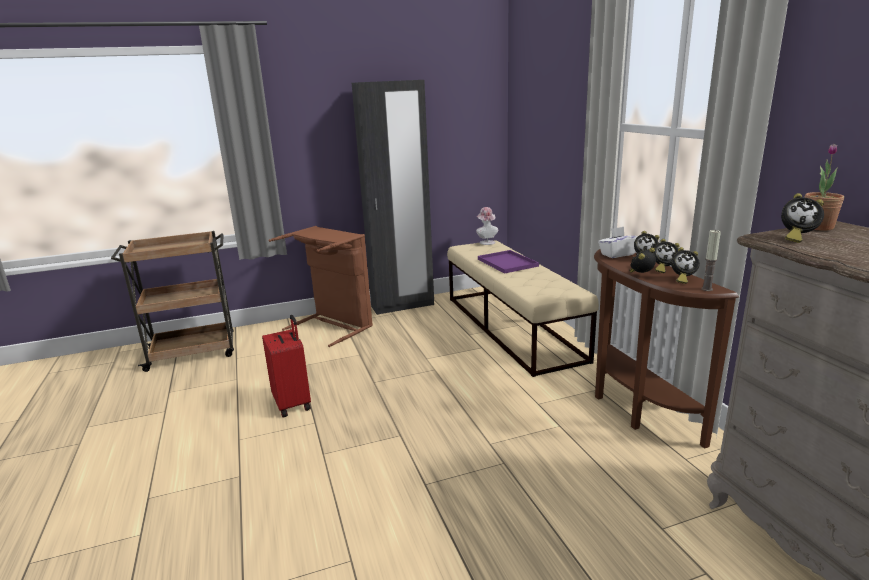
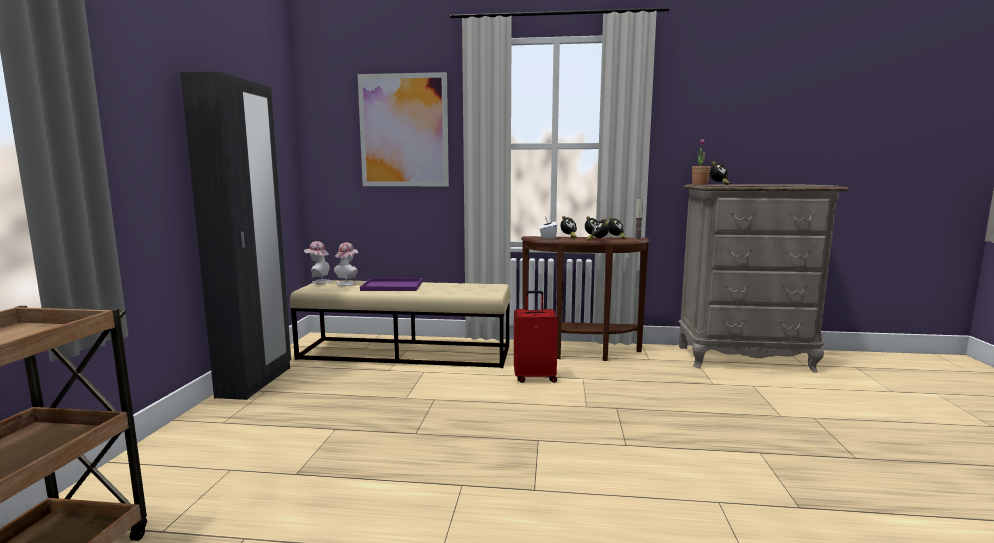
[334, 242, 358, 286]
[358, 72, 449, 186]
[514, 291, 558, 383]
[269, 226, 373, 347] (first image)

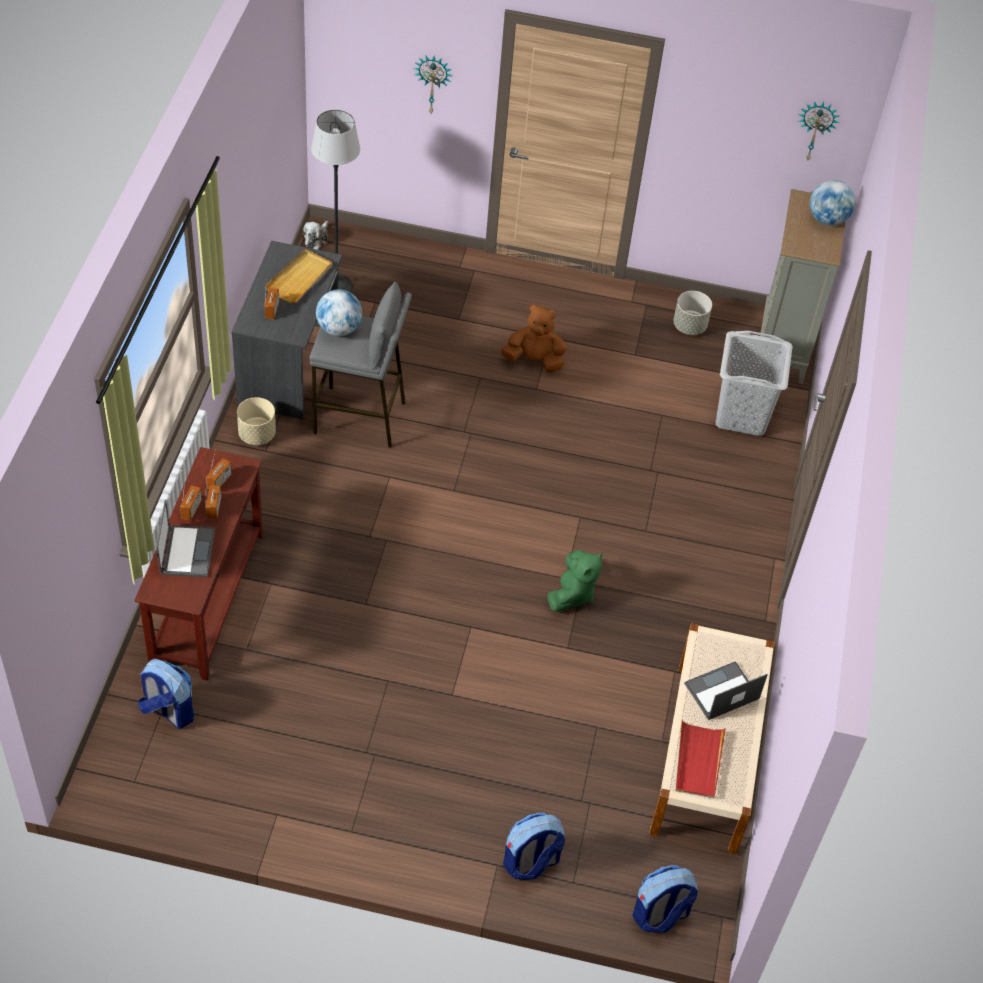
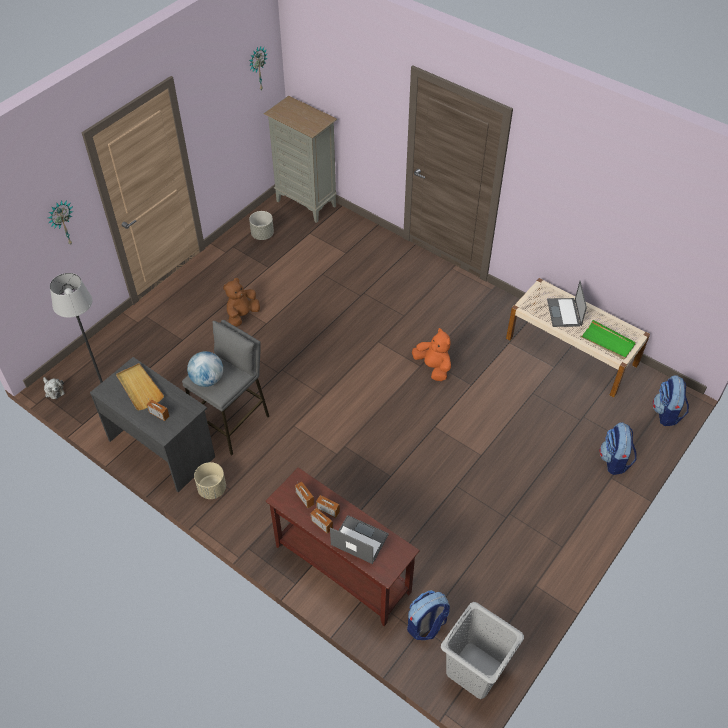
[412, 328, 451, 381]
[441, 602, 524, 699]
[580, 320, 636, 359]
[810, 180, 855, 226] (first image)

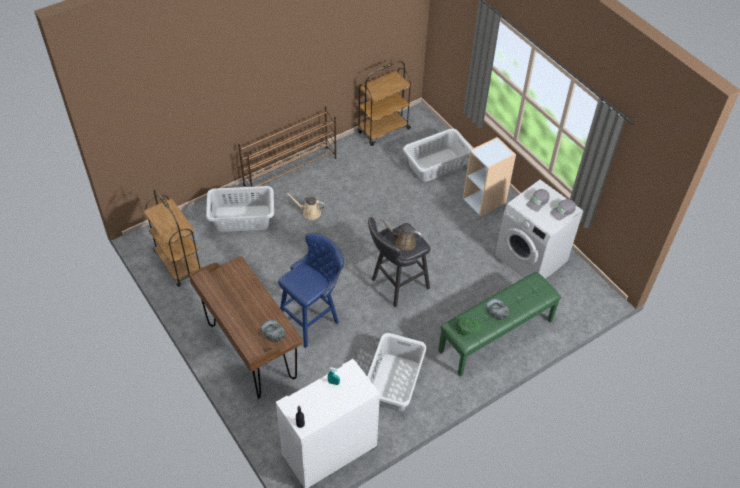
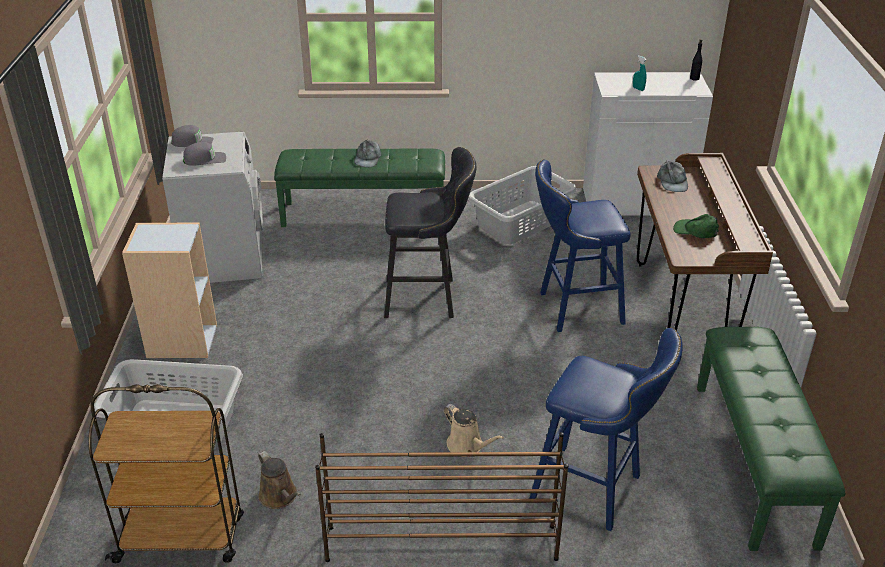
[258, 451, 301, 509]
[529, 328, 683, 531]
[673, 214, 719, 238]
[697, 327, 845, 551]

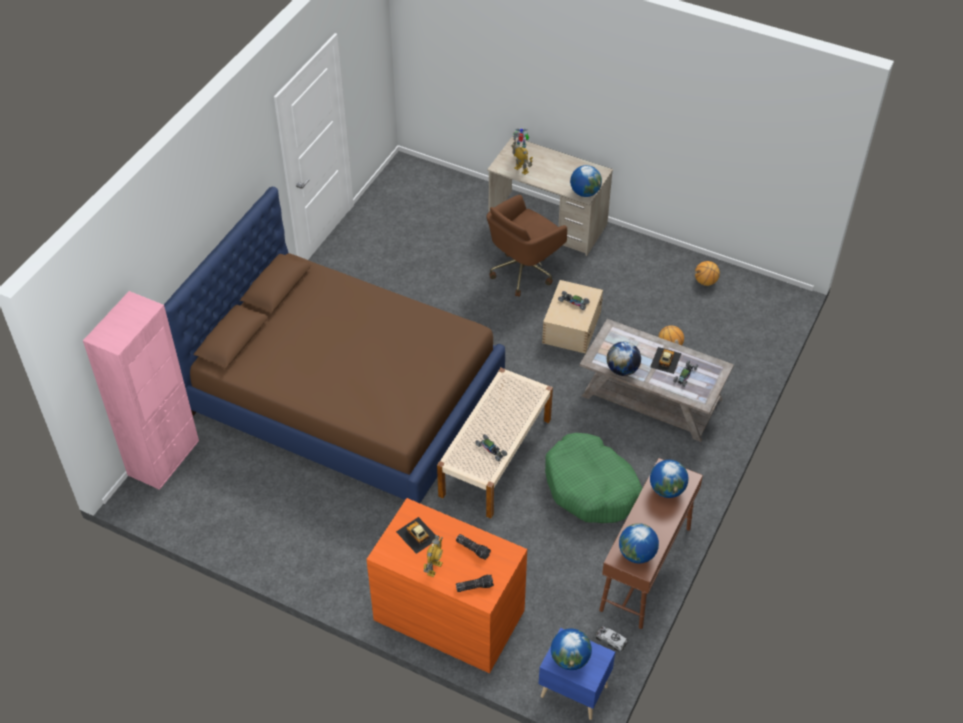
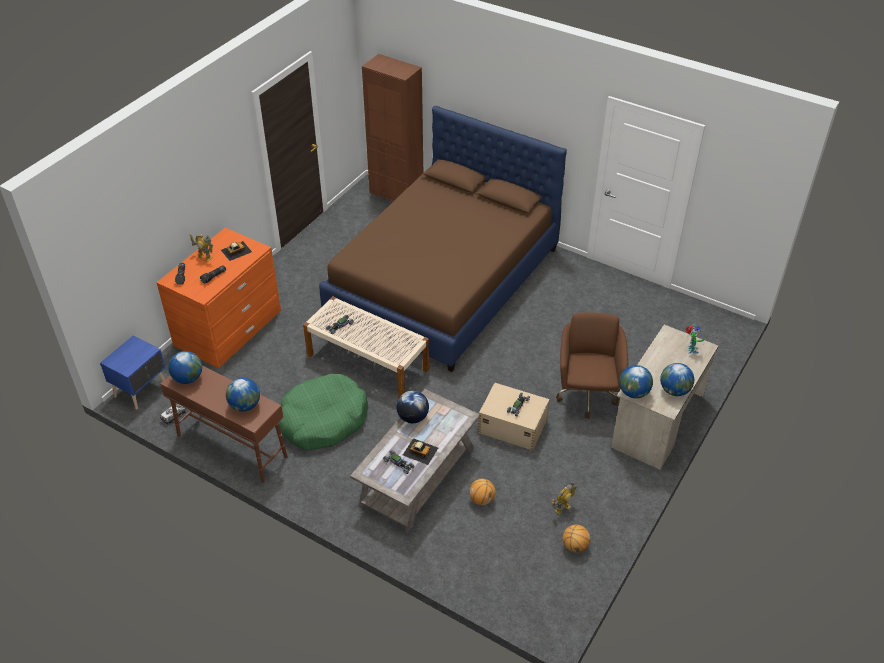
[362, 54, 423, 202]
[551, 481, 577, 515]
[556, 313, 628, 418]
[660, 363, 694, 396]

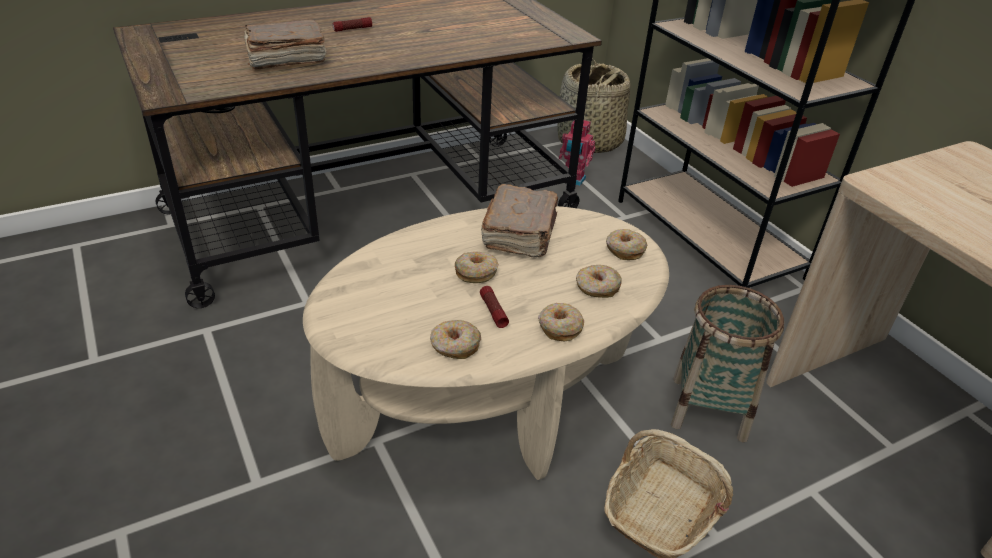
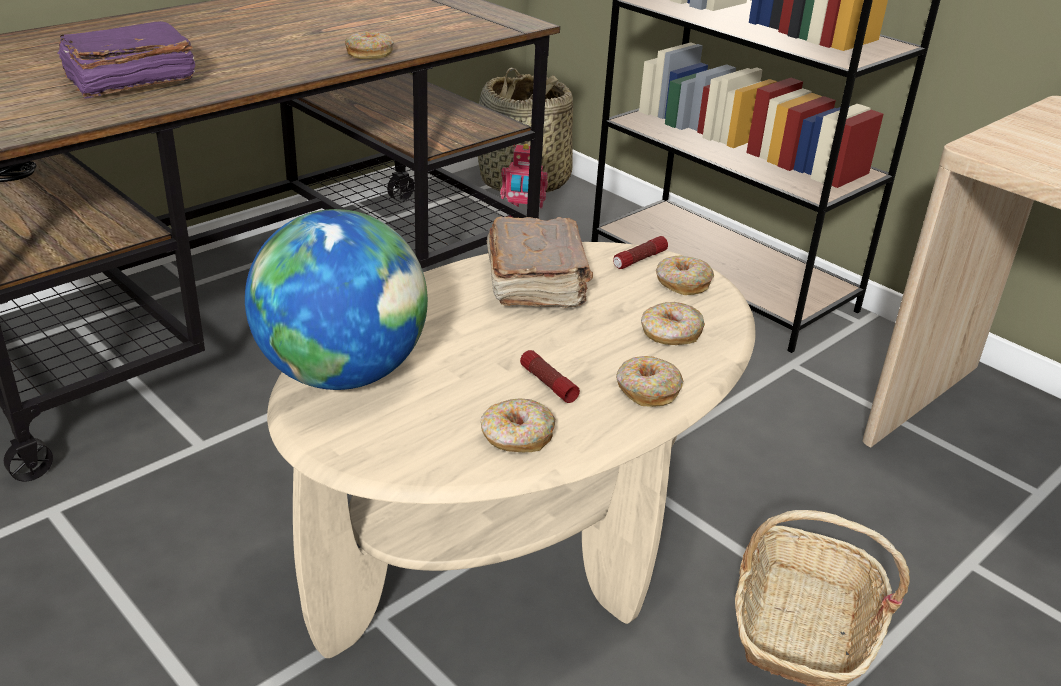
[58, 21, 195, 99]
[245, 209, 428, 390]
[345, 32, 394, 59]
[613, 236, 668, 269]
[671, 285, 784, 442] (first image)

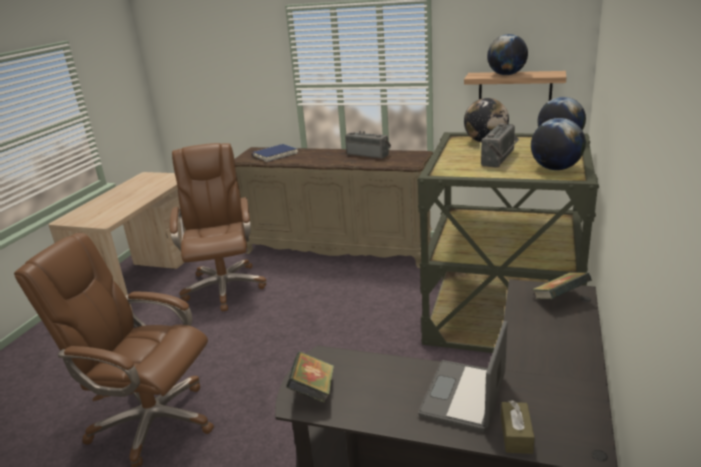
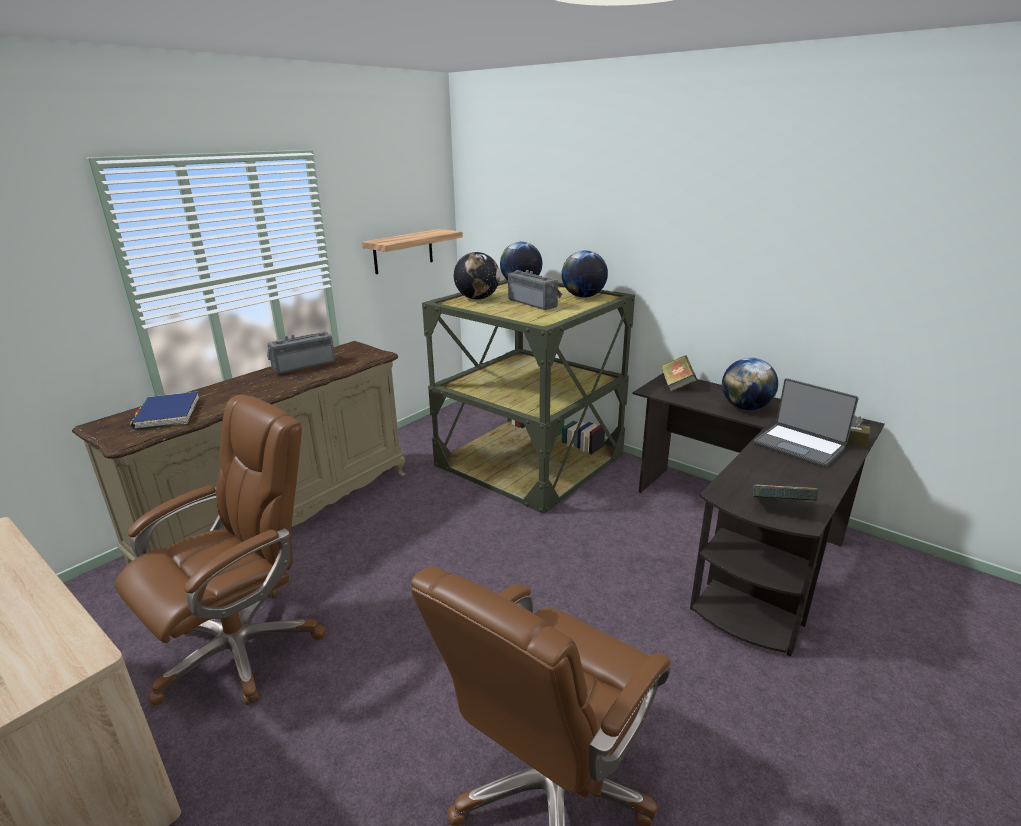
[115, 394, 325, 706]
[722, 358, 778, 410]

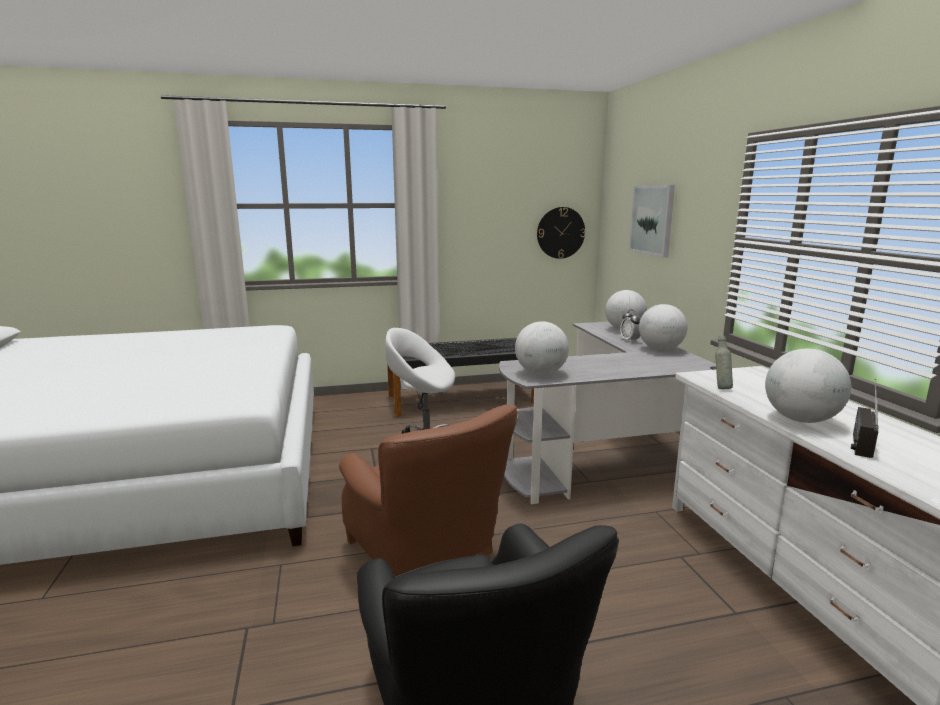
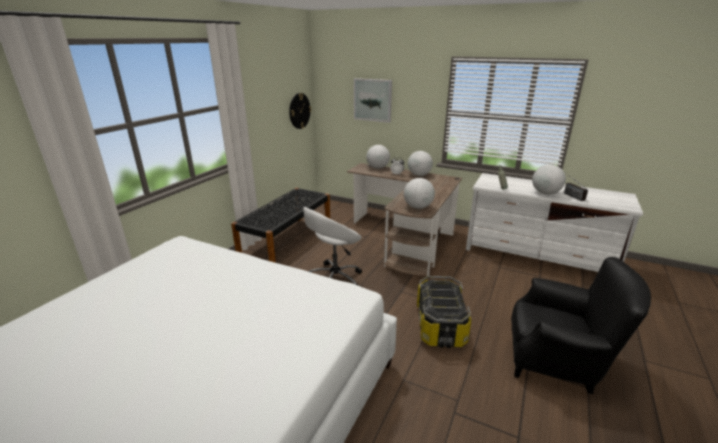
[347, 163, 462, 276]
[417, 276, 471, 348]

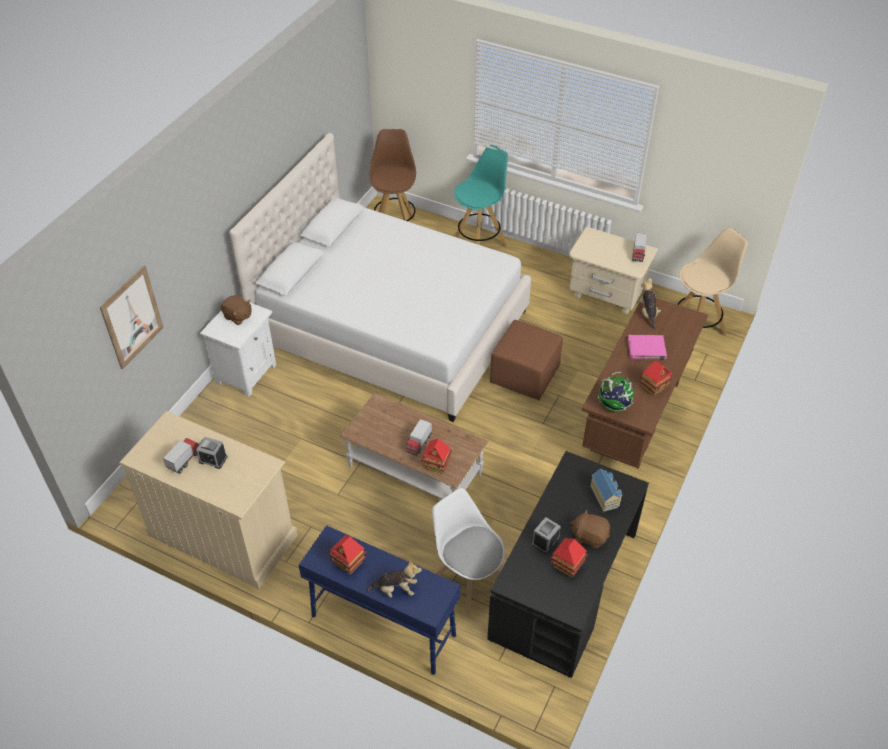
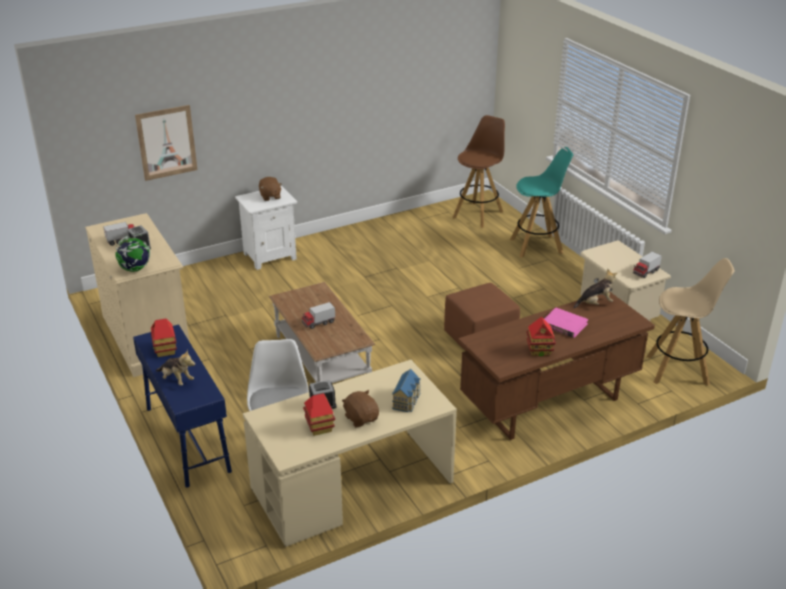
[115, 234, 150, 272]
[243, 360, 457, 547]
[574, 269, 617, 308]
[229, 133, 531, 422] (first image)
[421, 439, 452, 474] (first image)

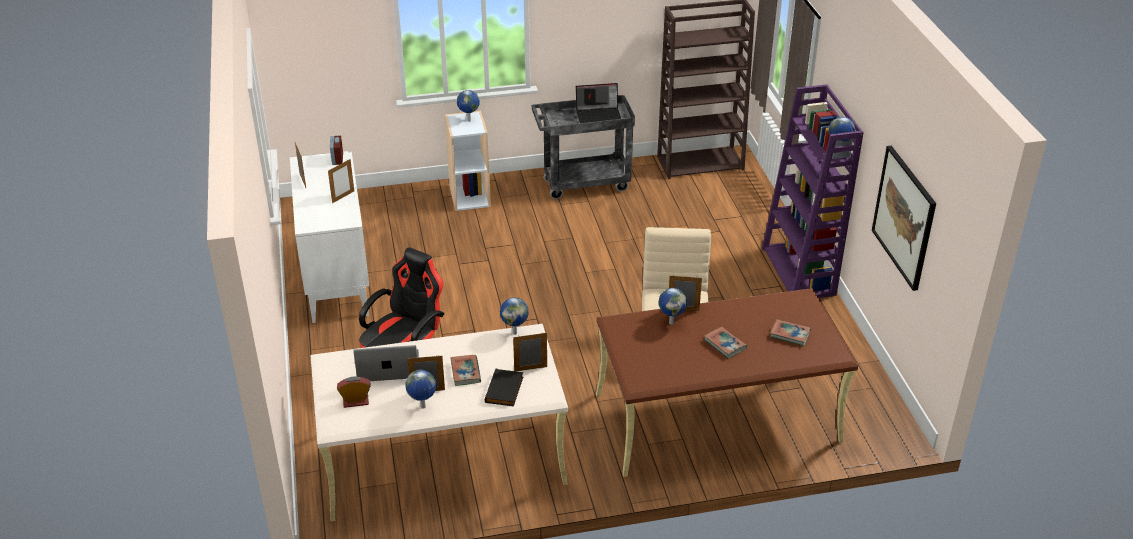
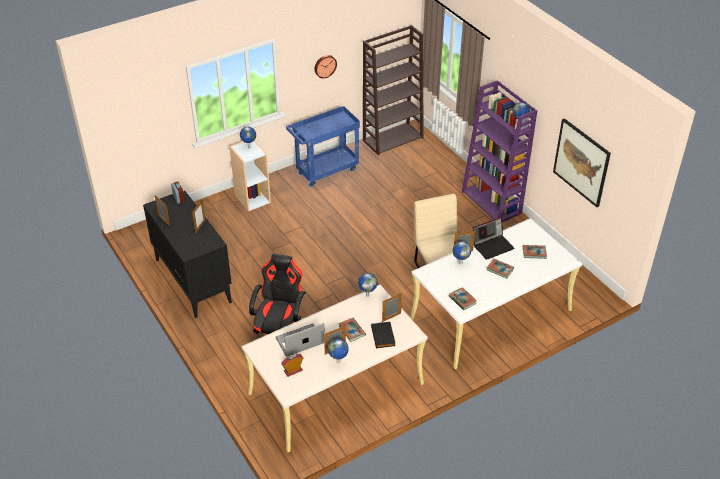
[143, 190, 232, 318]
[286, 106, 360, 187]
[315, 55, 337, 78]
[410, 218, 582, 369]
[449, 287, 477, 310]
[473, 217, 515, 260]

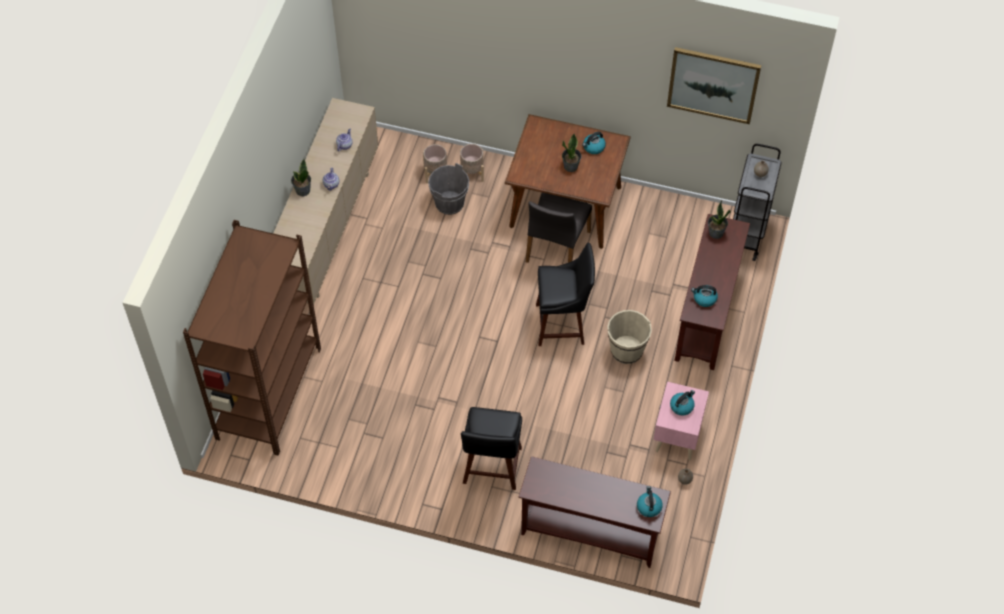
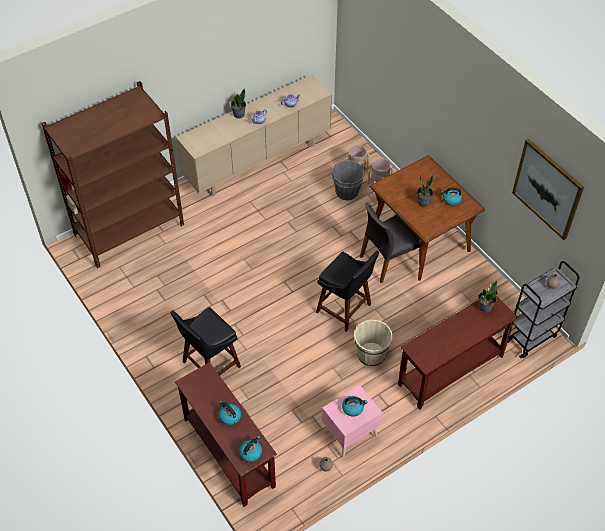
[219, 401, 241, 425]

